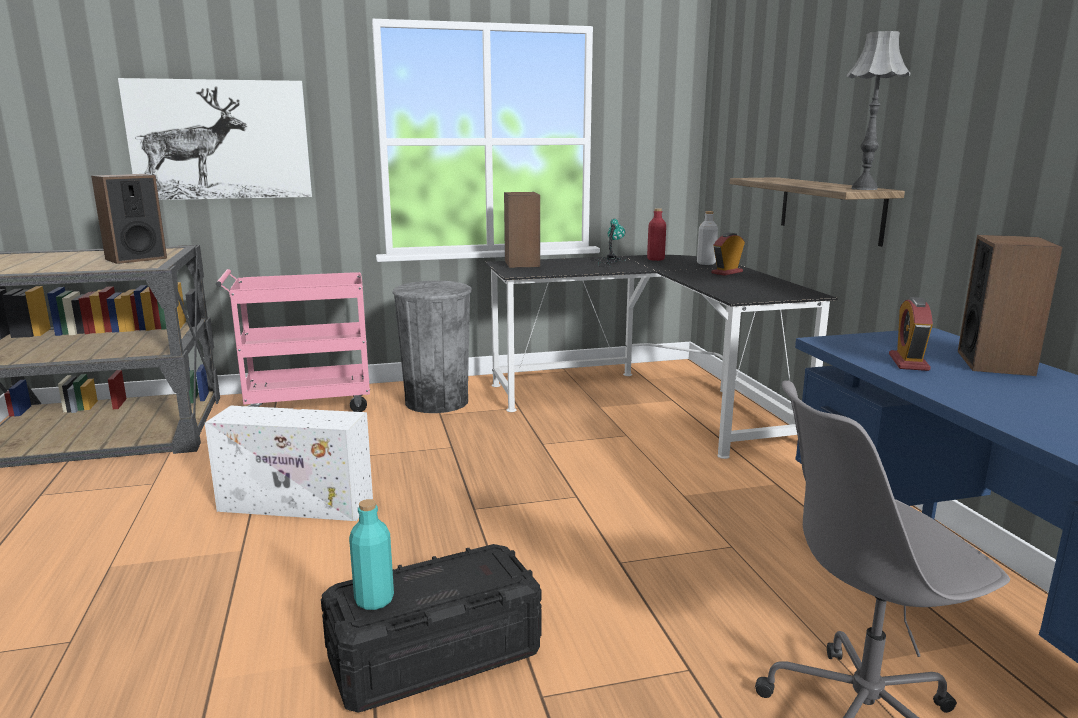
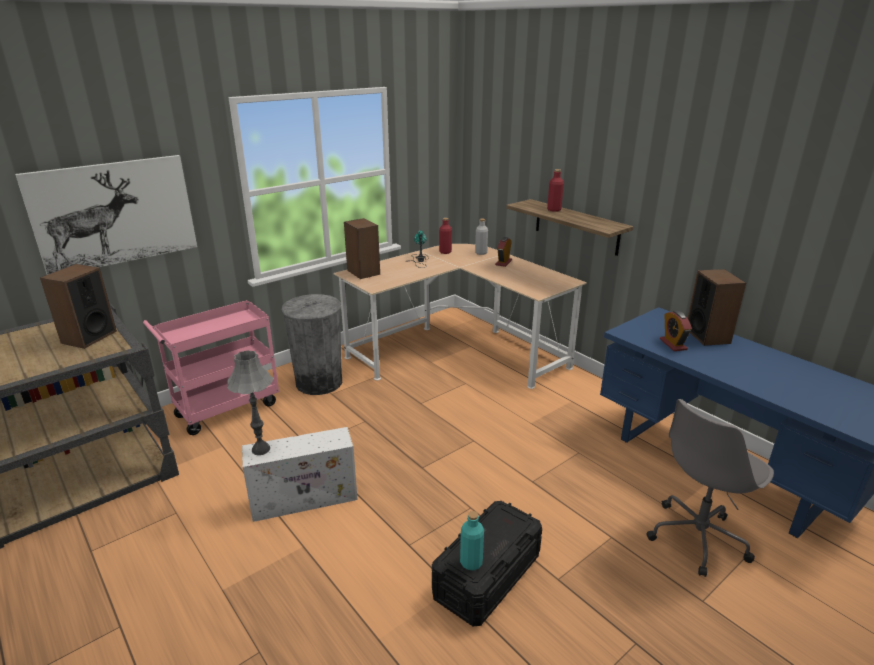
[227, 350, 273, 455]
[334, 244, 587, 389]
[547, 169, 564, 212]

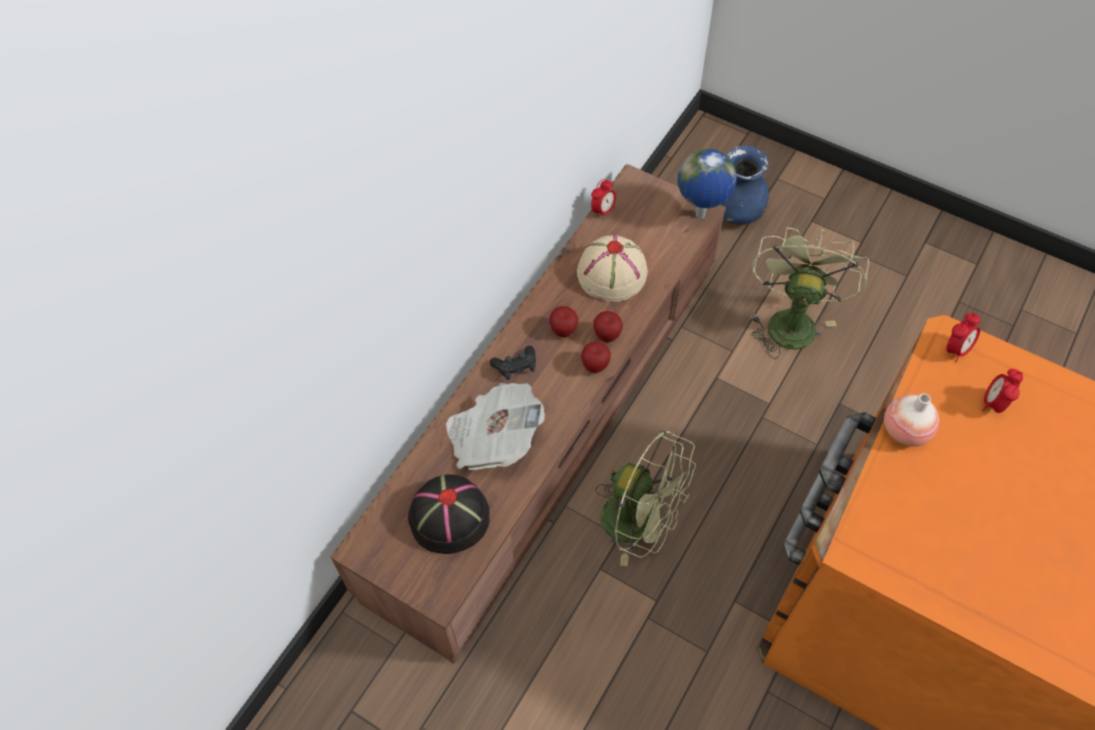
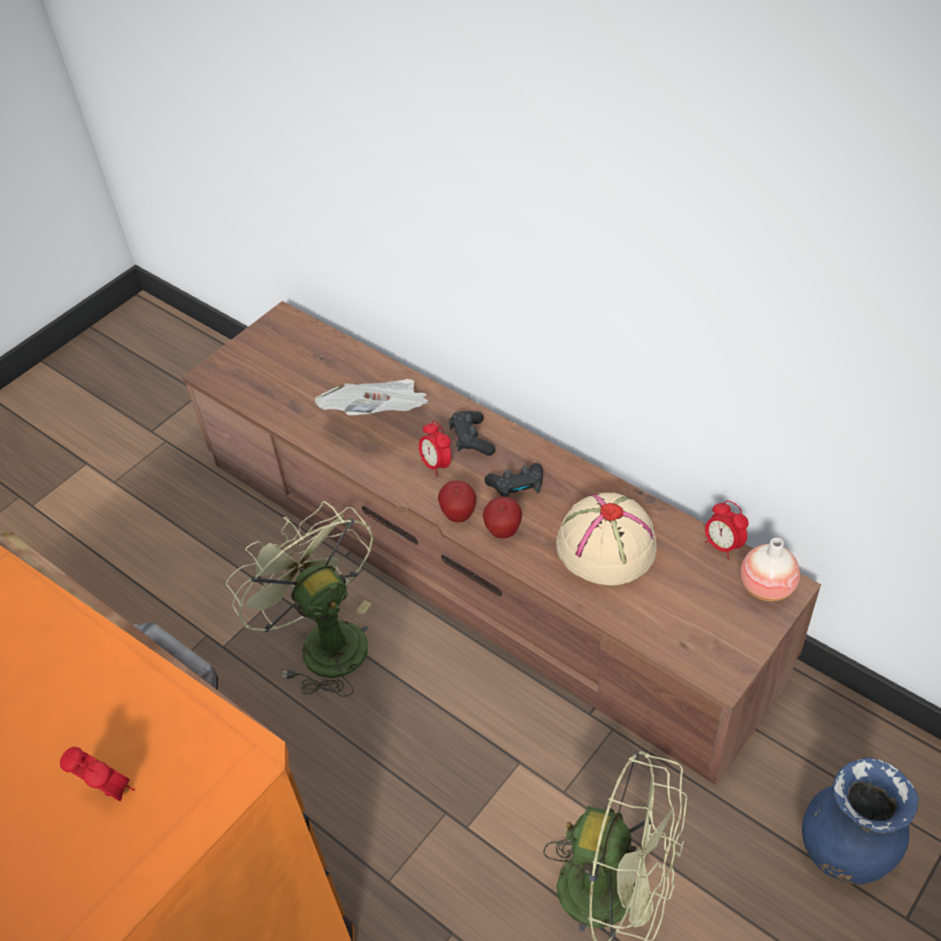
[226, 501, 373, 697]
[419, 421, 451, 477]
[485, 463, 543, 497]
[740, 538, 800, 601]
[408, 474, 490, 554] (first image)
[678, 149, 737, 219] (first image)

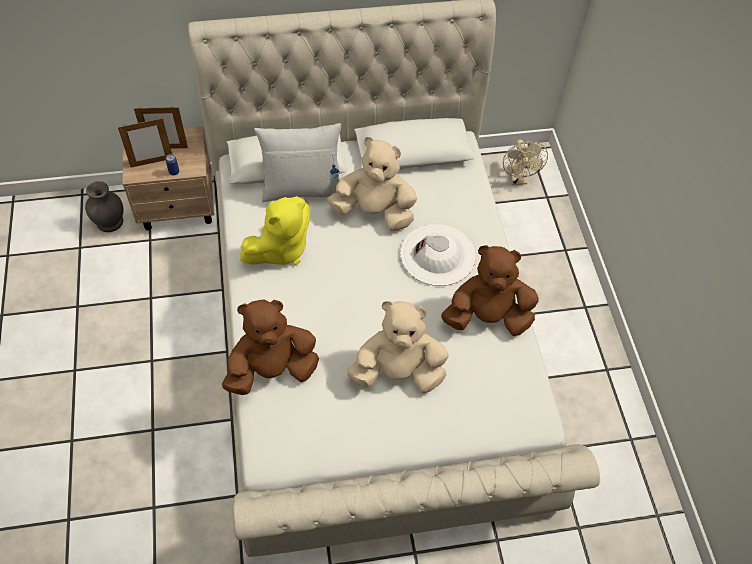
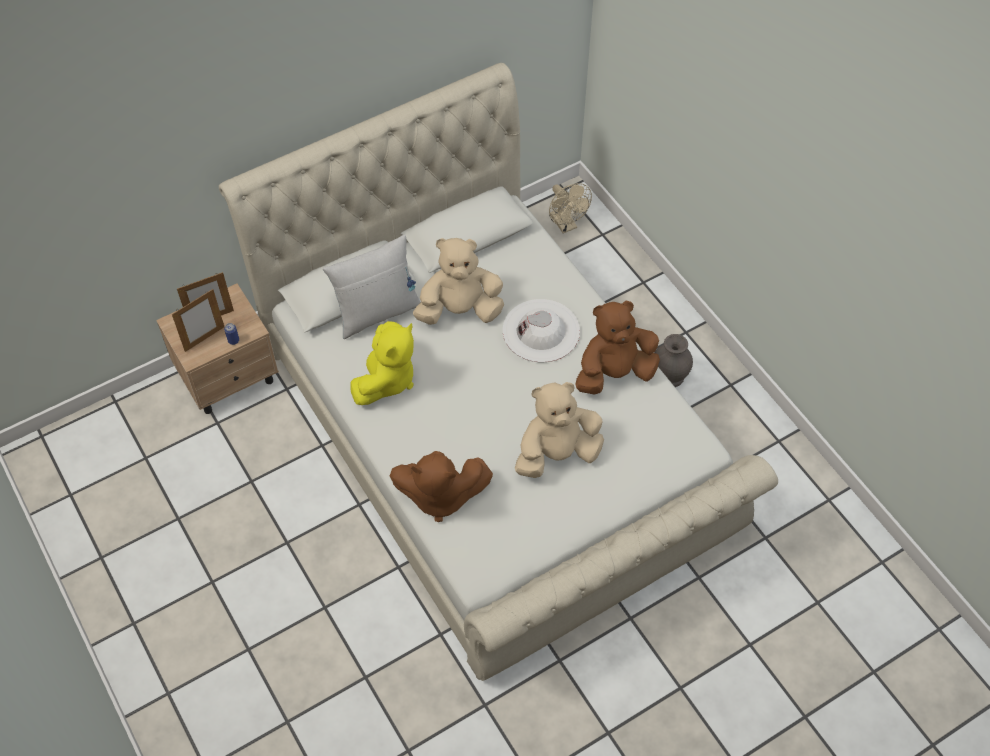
[390, 451, 493, 522]
[654, 334, 693, 387]

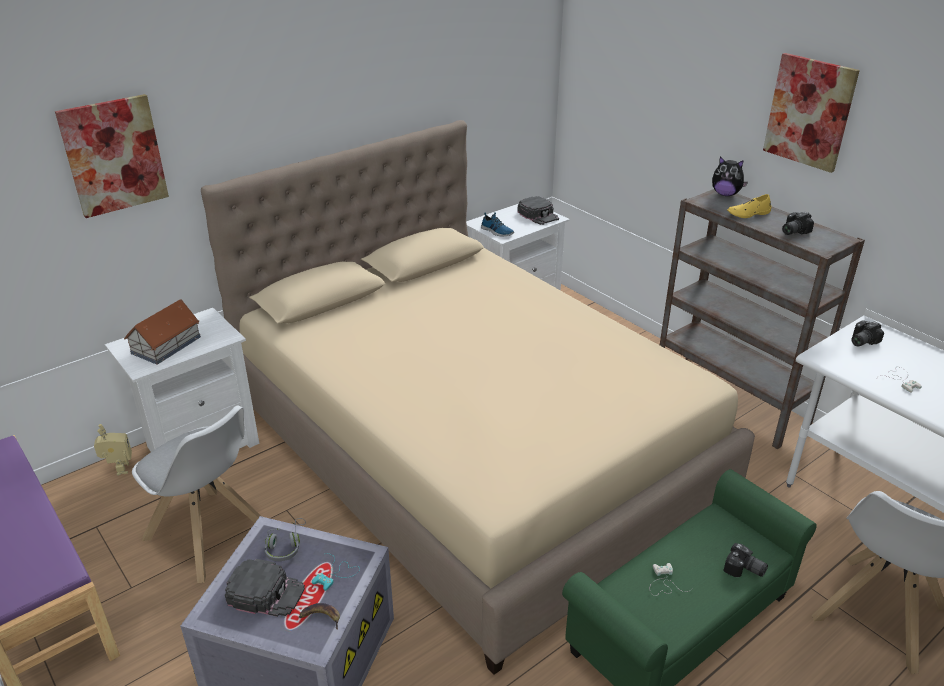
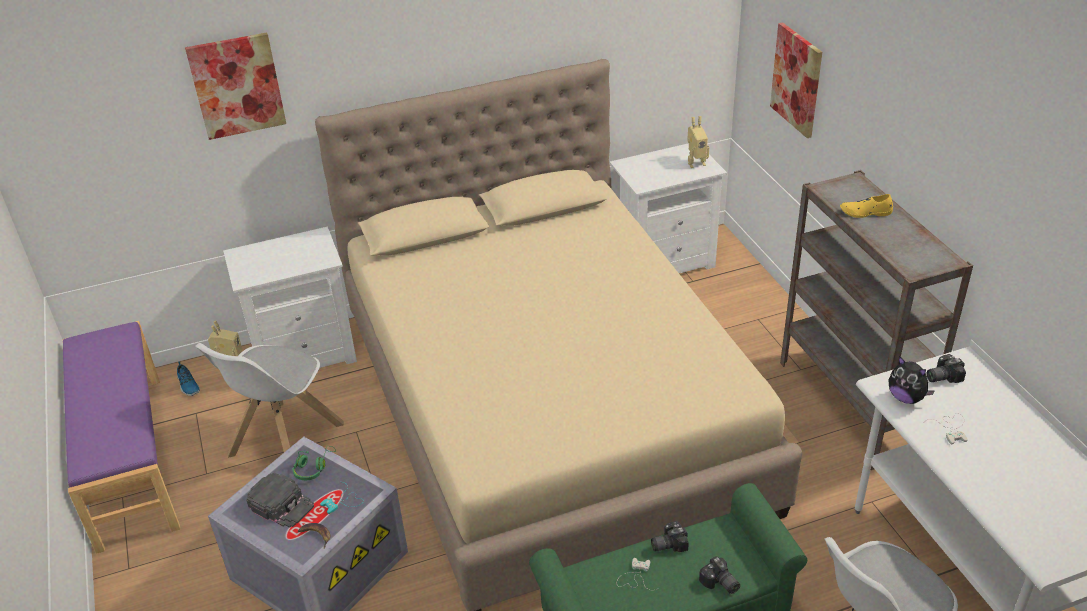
[177, 361, 200, 396]
[195, 343, 344, 458]
[292, 446, 336, 480]
[651, 521, 689, 552]
[687, 116, 709, 168]
[770, 22, 822, 138]
[889, 356, 935, 404]
[124, 299, 201, 365] (first image)

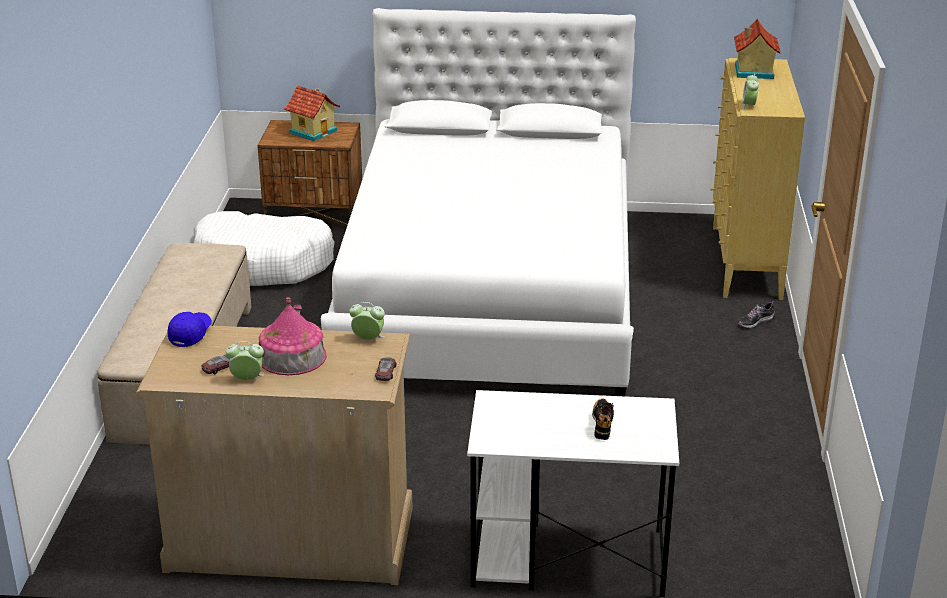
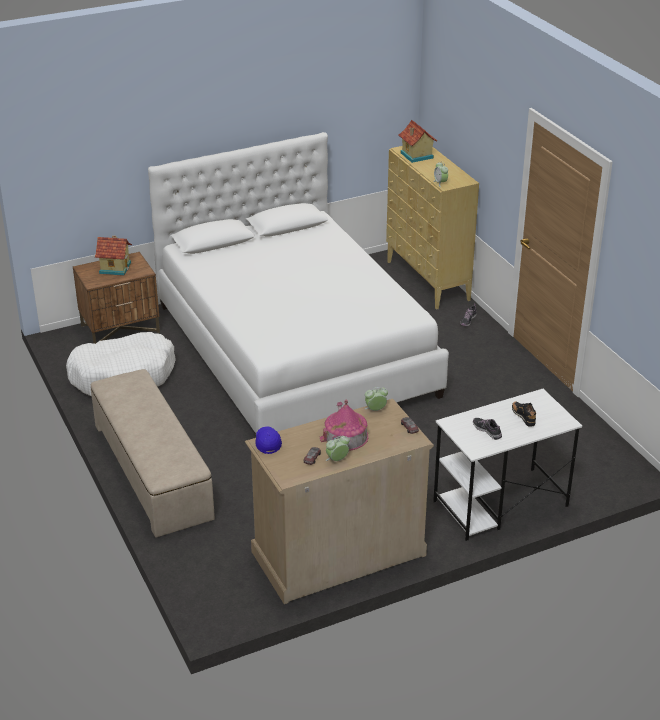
[473, 418, 502, 440]

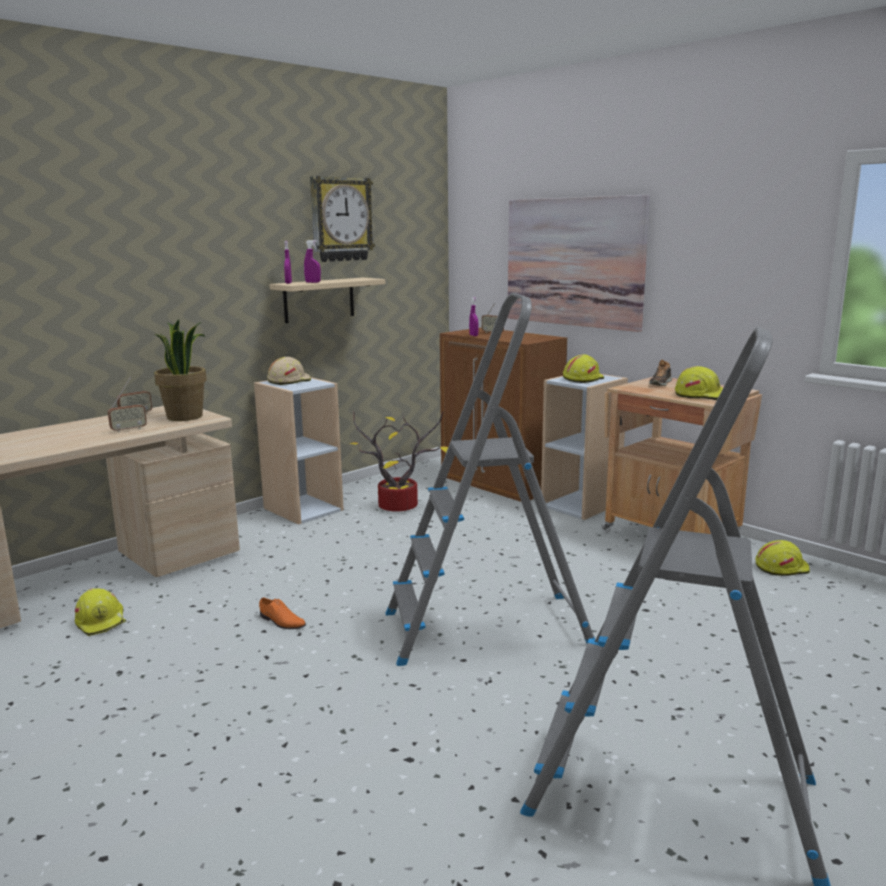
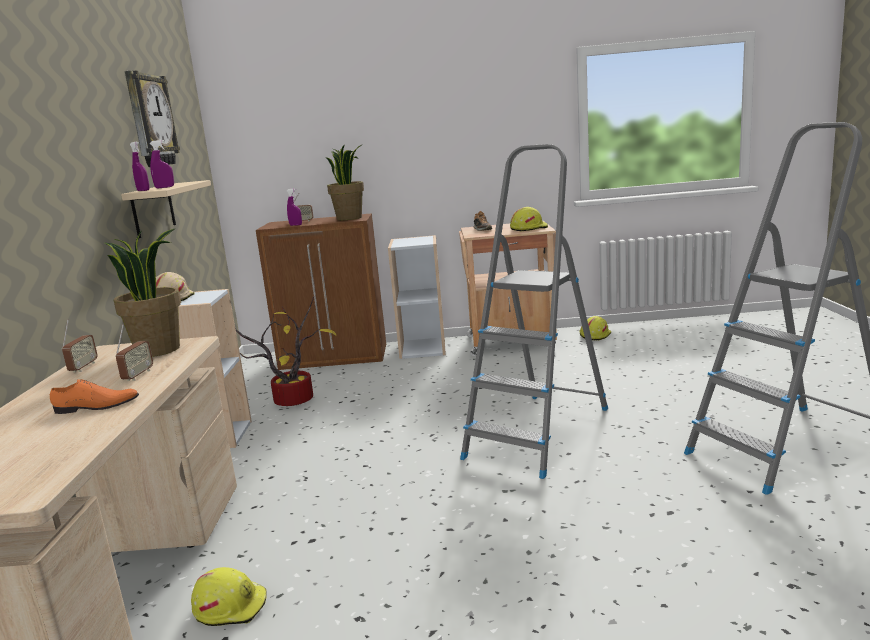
[50, 379, 139, 414]
[326, 144, 364, 220]
[508, 195, 650, 332] (first image)
[563, 355, 604, 383] (first image)

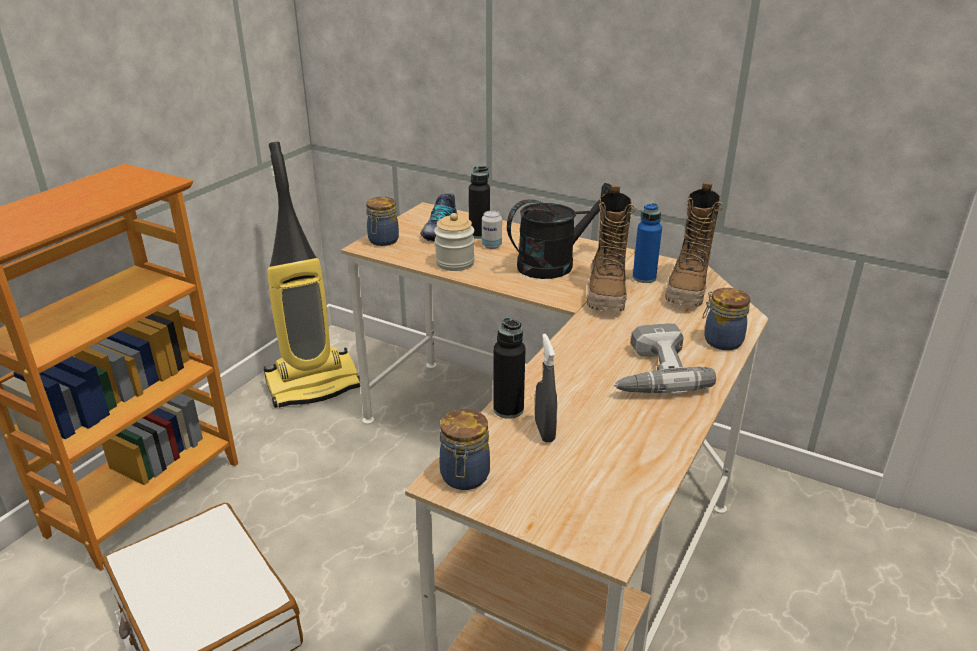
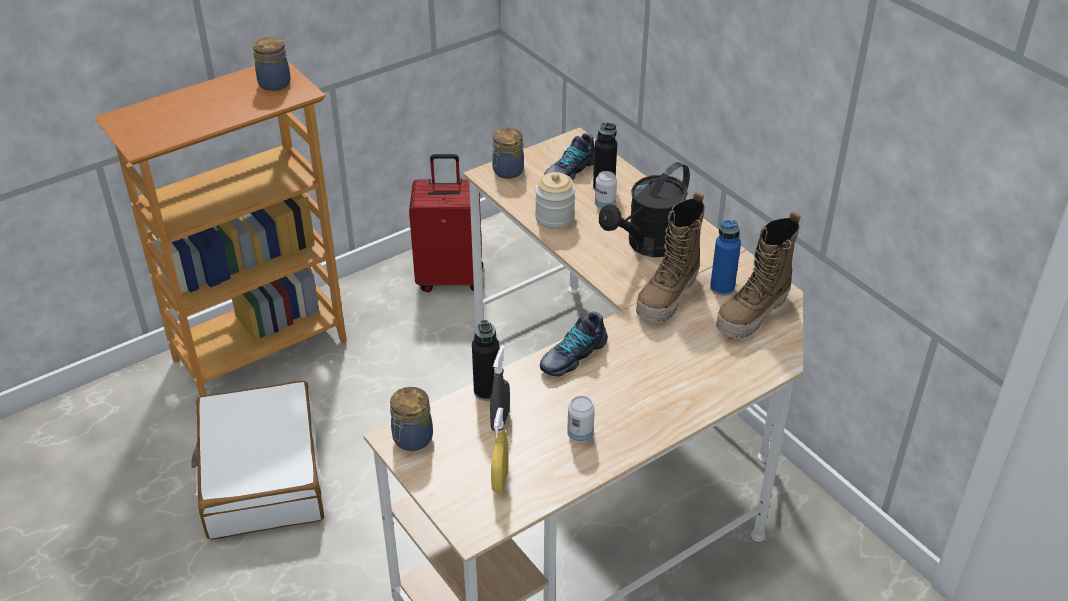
[253, 37, 291, 91]
[409, 154, 483, 292]
[491, 407, 509, 493]
[540, 311, 608, 377]
[567, 396, 595, 442]
[599, 162, 690, 257]
[614, 323, 716, 394] (first image)

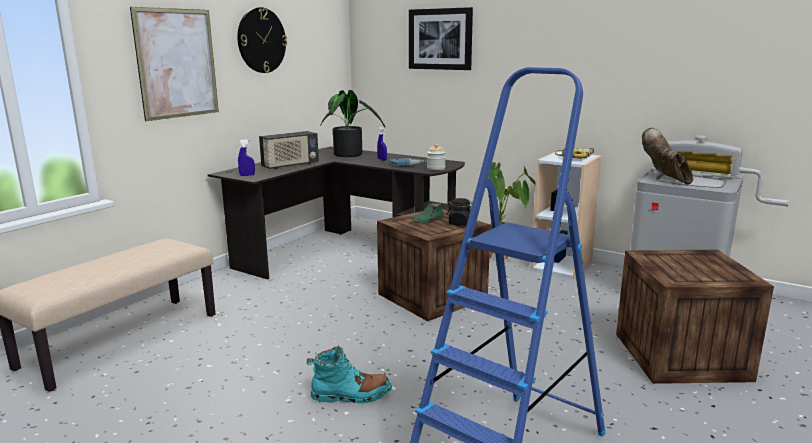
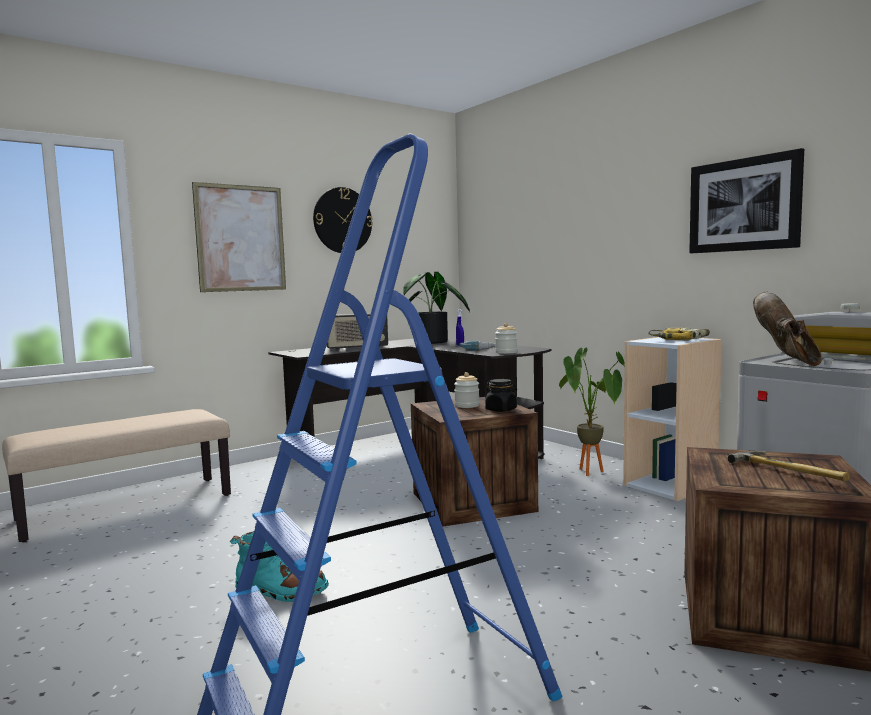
[454, 372, 480, 408]
[689, 148, 804, 253]
[727, 451, 850, 481]
[238, 139, 255, 176] (first image)

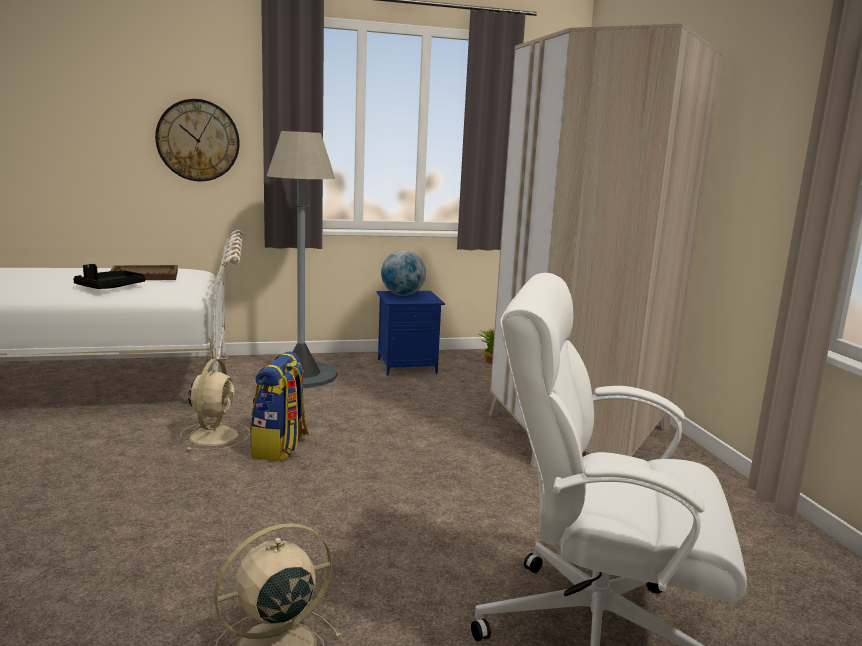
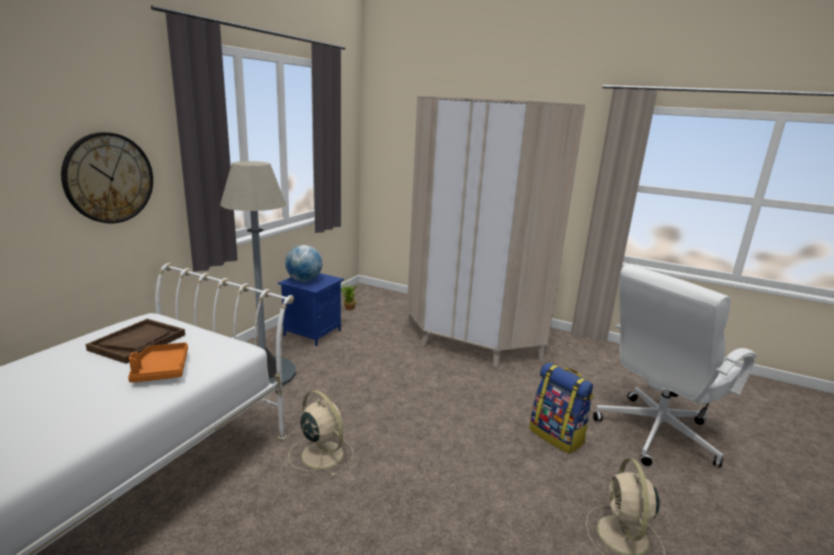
[128, 342, 188, 383]
[529, 363, 593, 454]

